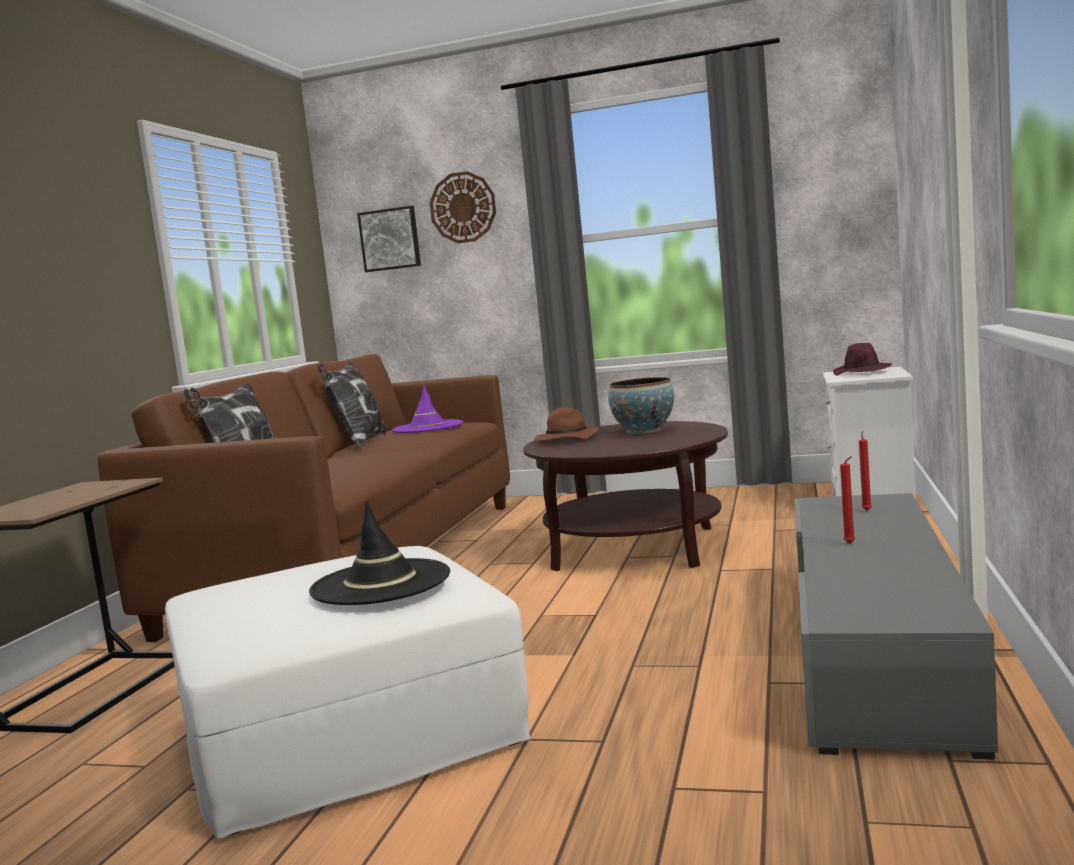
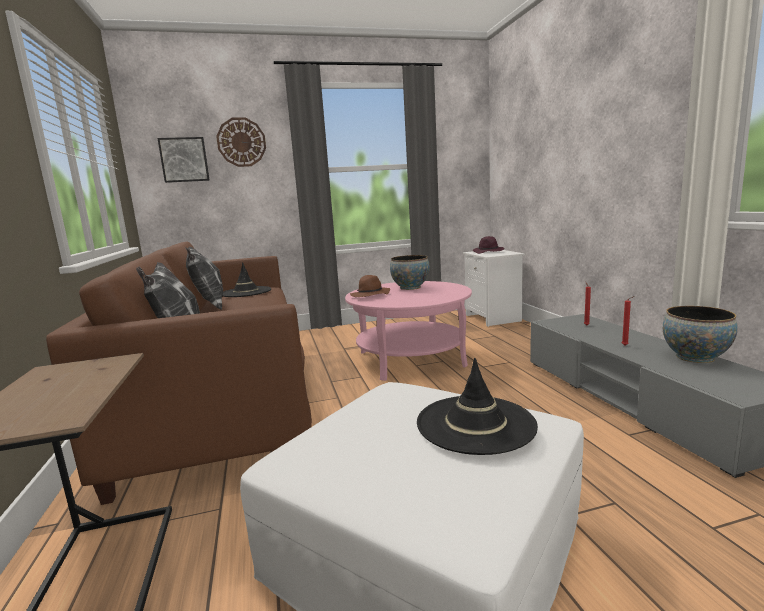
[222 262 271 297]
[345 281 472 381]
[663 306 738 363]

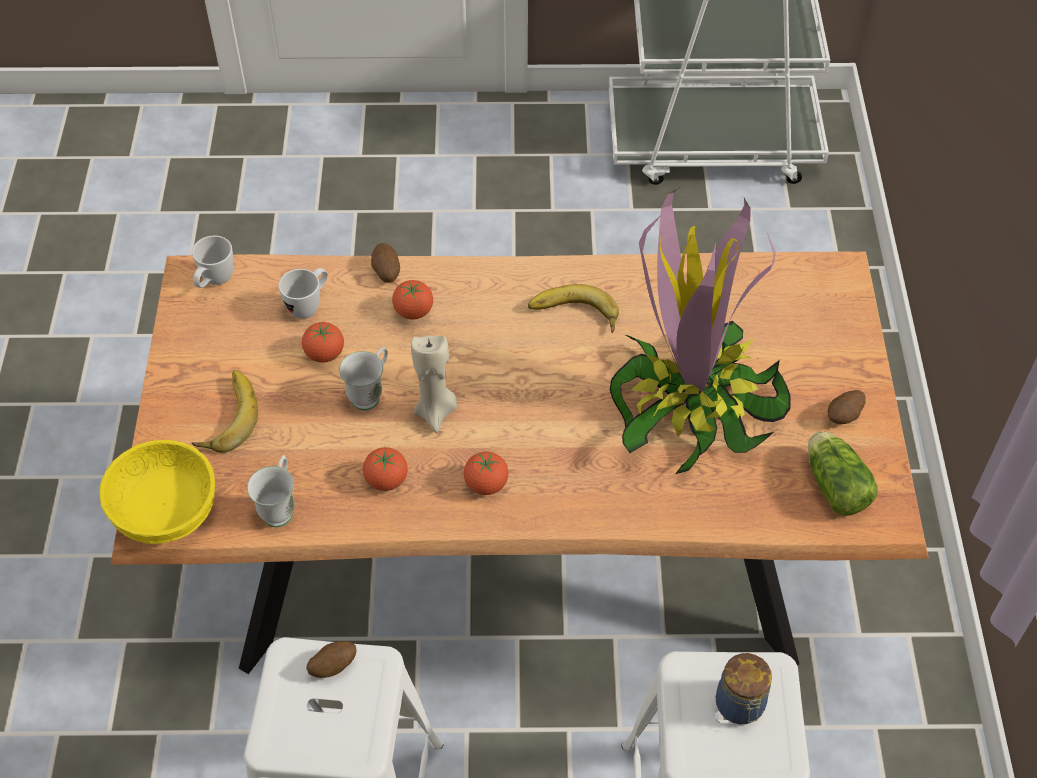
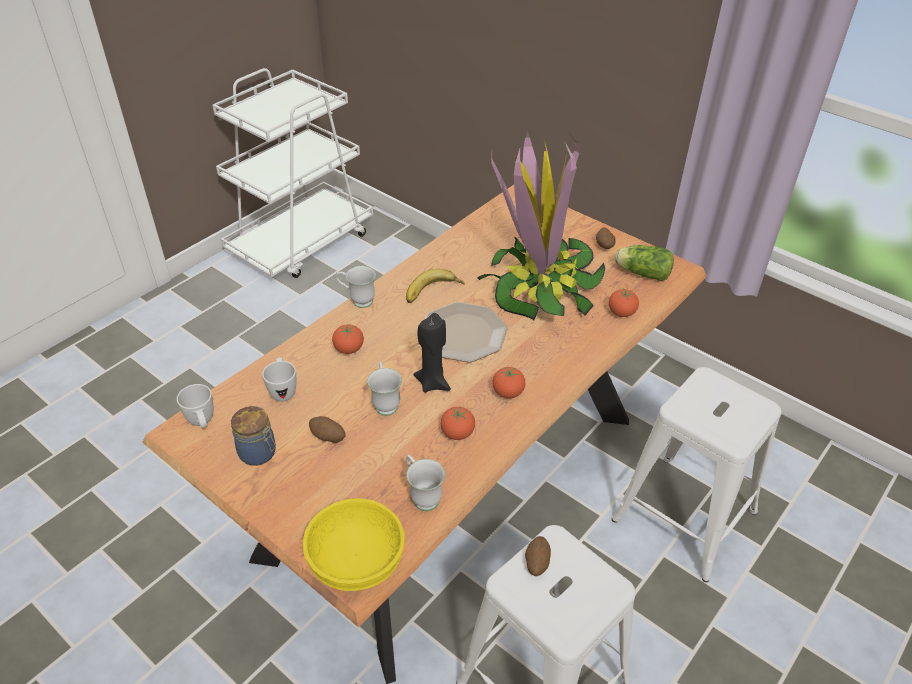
[309 416 346 443]
[609 289 639 317]
[413 313 451 393]
[191 370 258 453] (first image)
[231 406 276 466]
[336 266 376 308]
[425 302 508 362]

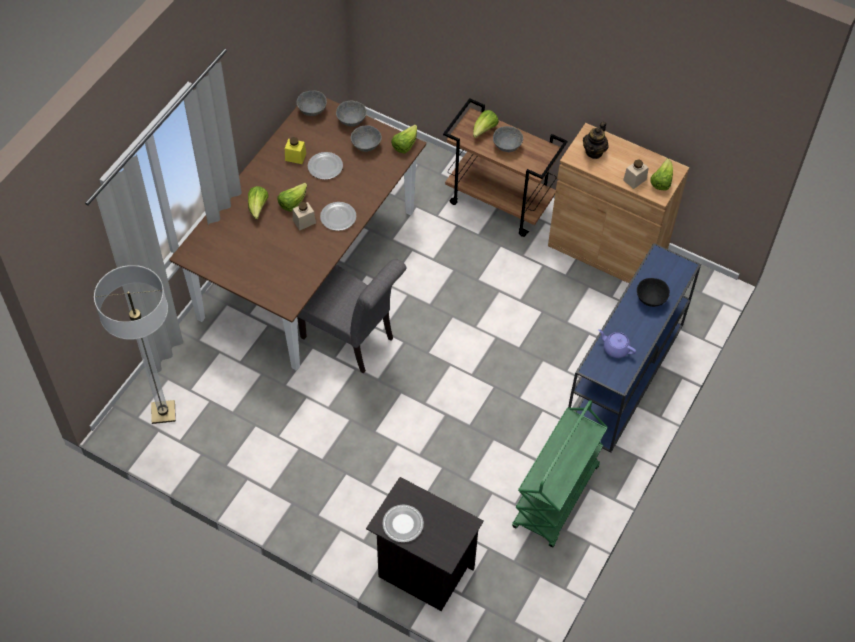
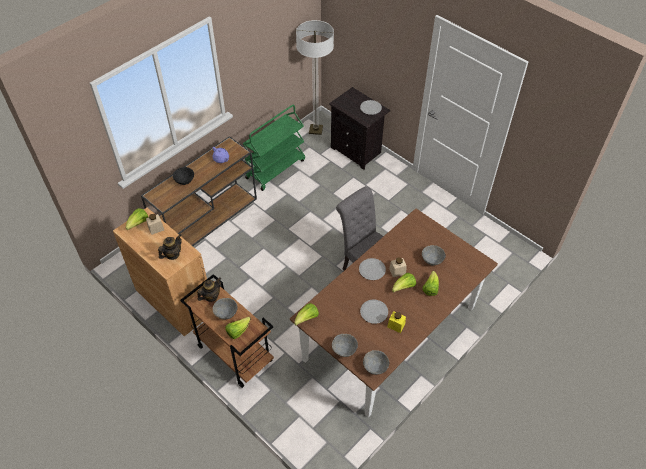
[422 245 445 266]
[141 136 257 246]
[296 20 334 135]
[197 277 221 302]

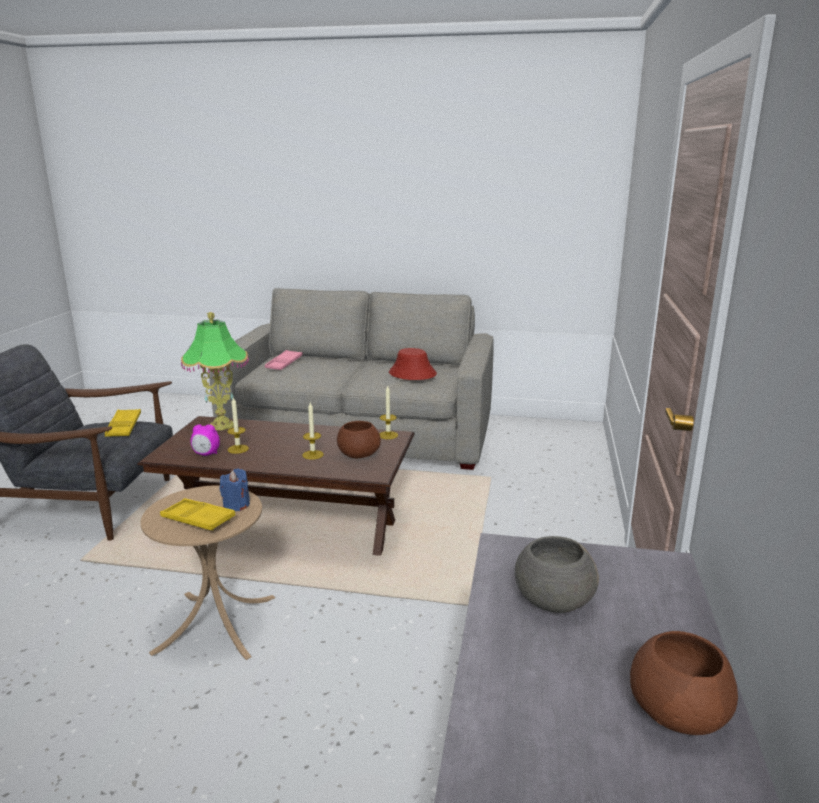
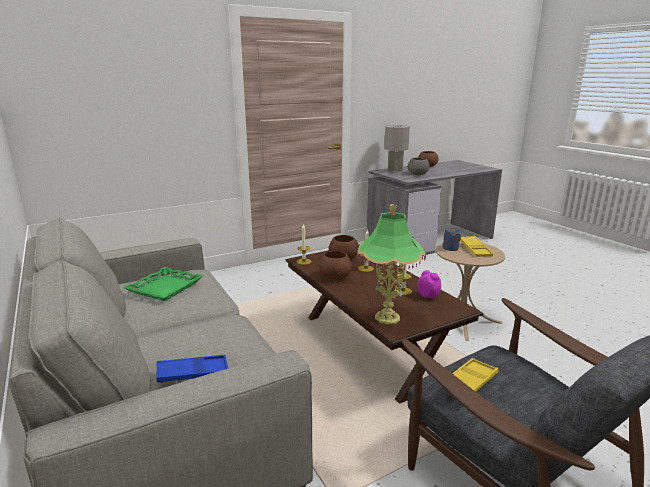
[123 267 203 301]
[157 355 229 383]
[384 125 410 173]
[319 251 352 280]

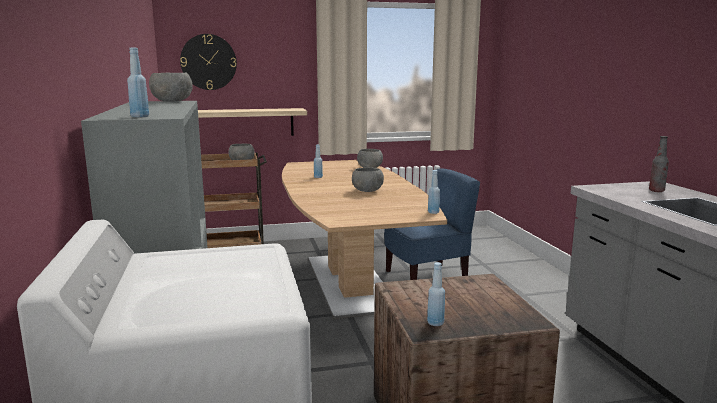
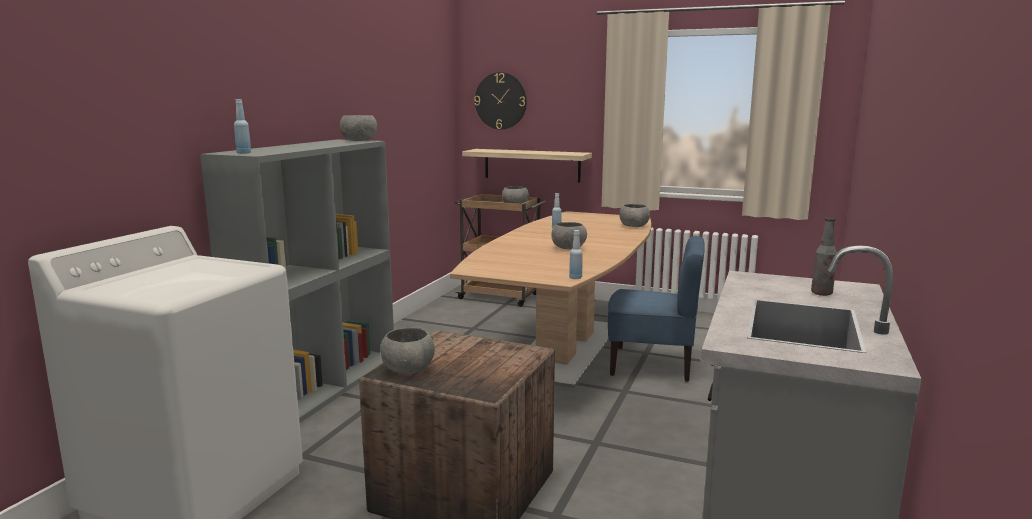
[380 327 435 373]

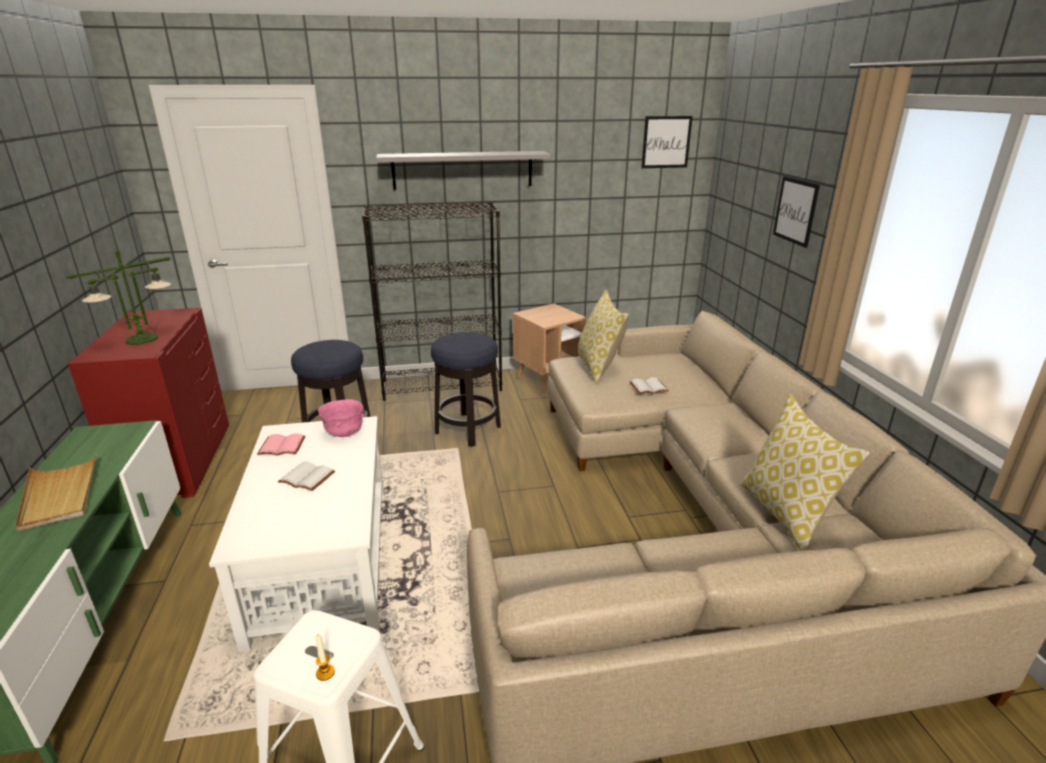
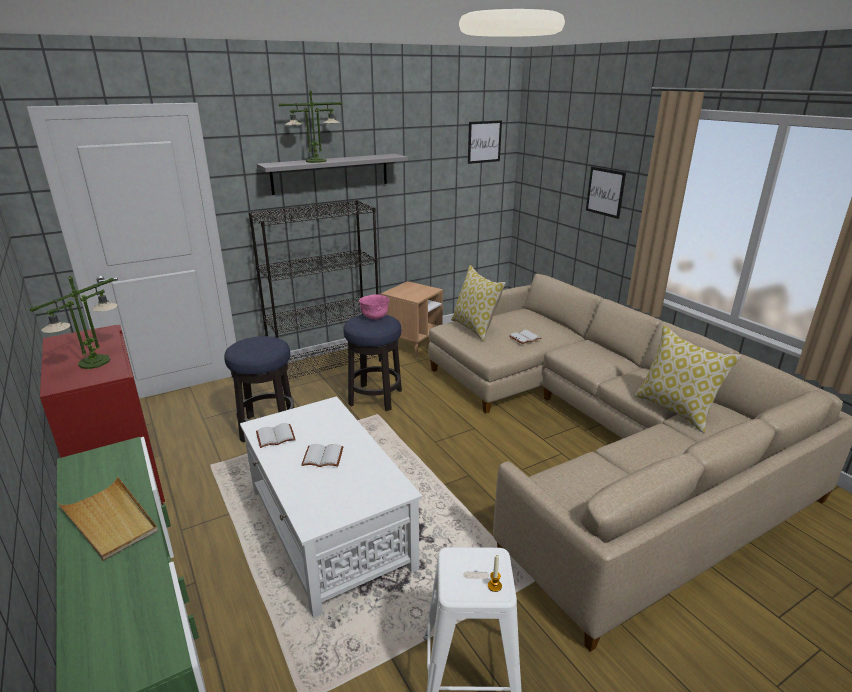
[359 294 389 319]
[256 423 296 448]
[279 90 343 163]

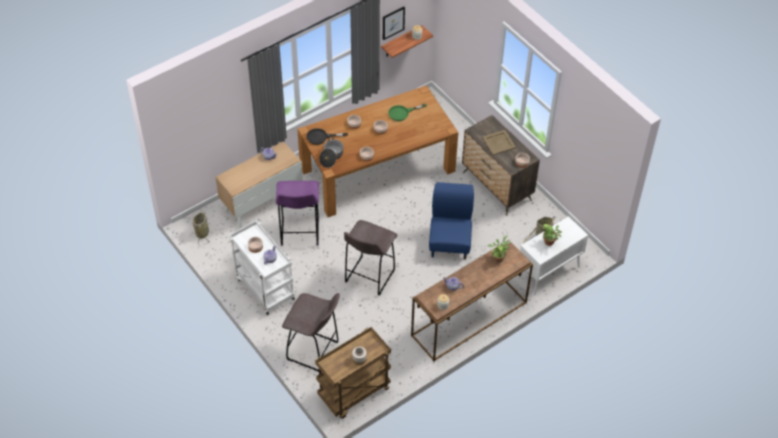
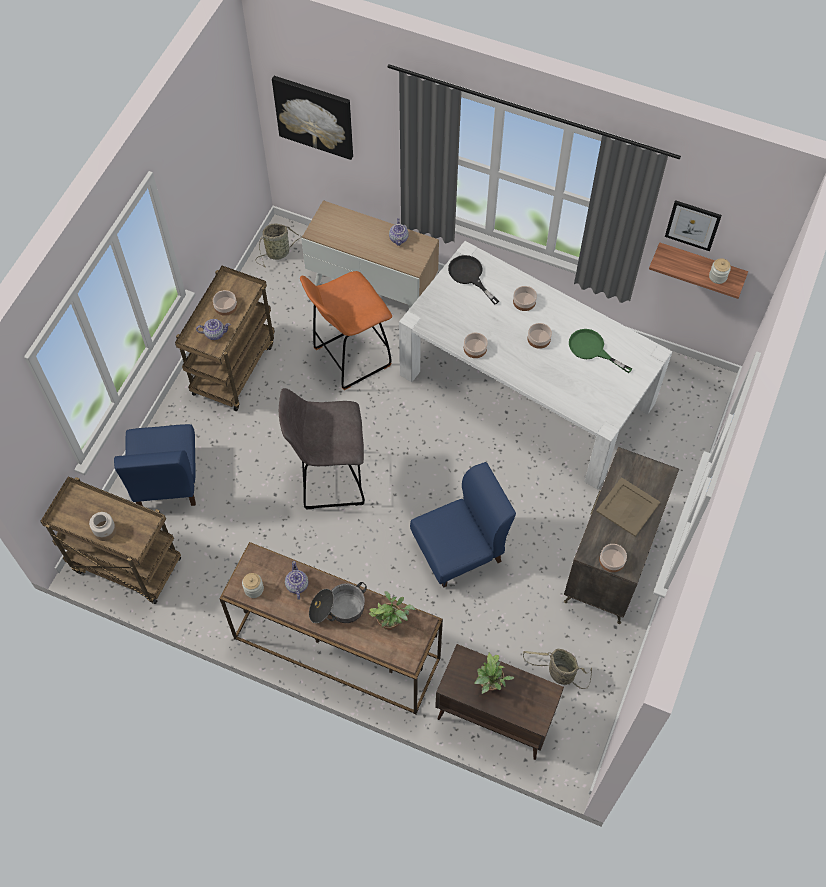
[399 241 673 489]
[309 582 367 623]
[300 271 392 390]
[435 644 564 760]
[175 266 275 411]
[114 424 196 506]
[272 76 353 160]

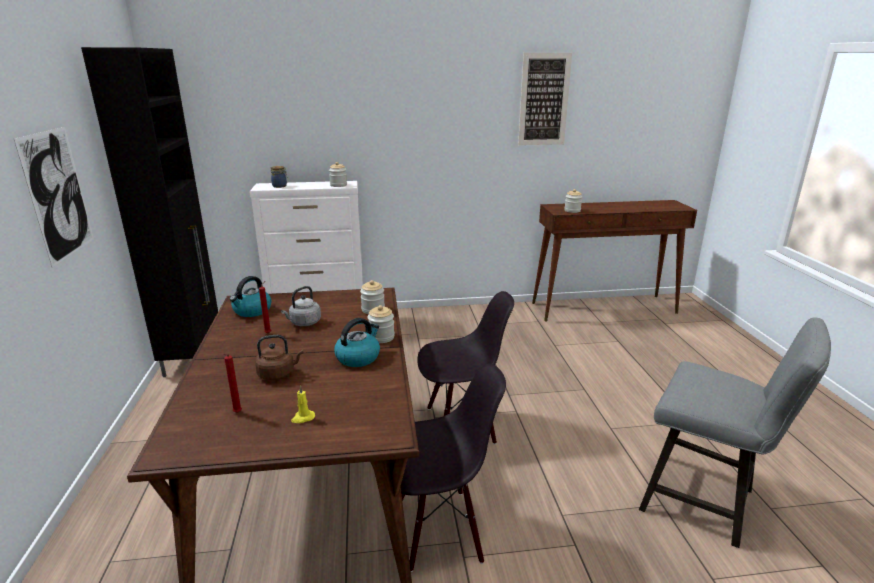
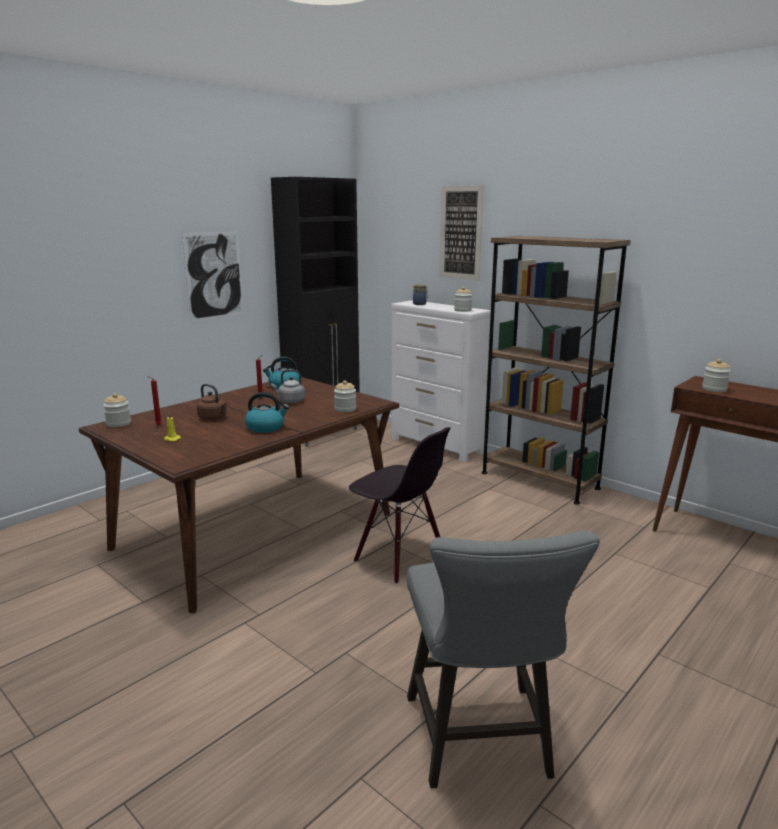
[439 185 484 281]
[103 393 131 427]
[401 364 506 572] (first image)
[482 236 631 505]

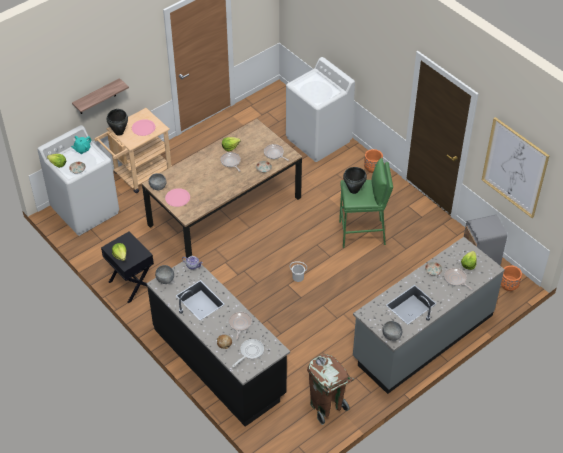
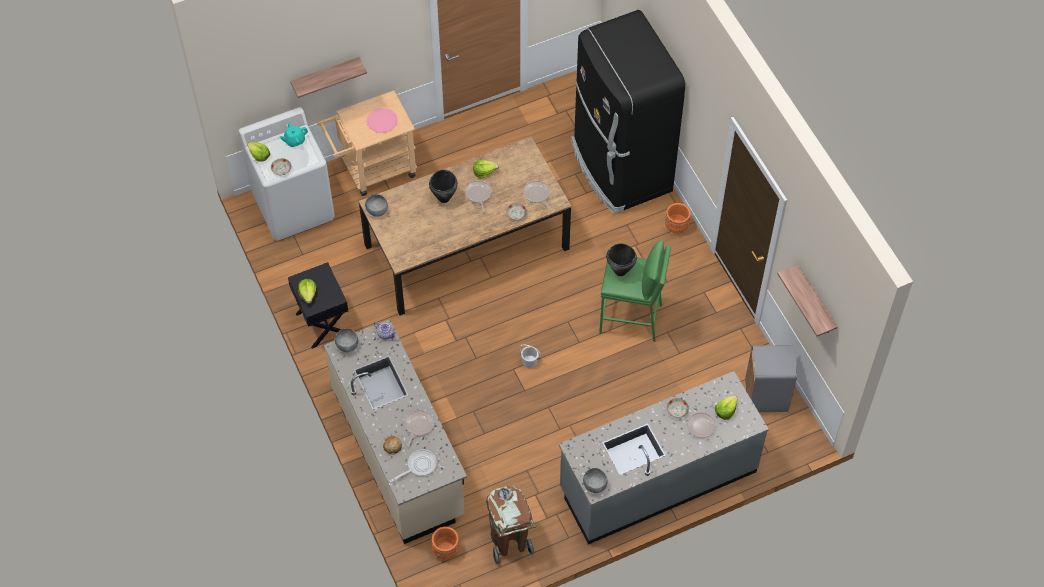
[571 10 685 214]
[429 170 458 203]
[777 264 838 336]
[165 188 190 207] (first image)
[324 319 467 544]
[432 527 459 560]

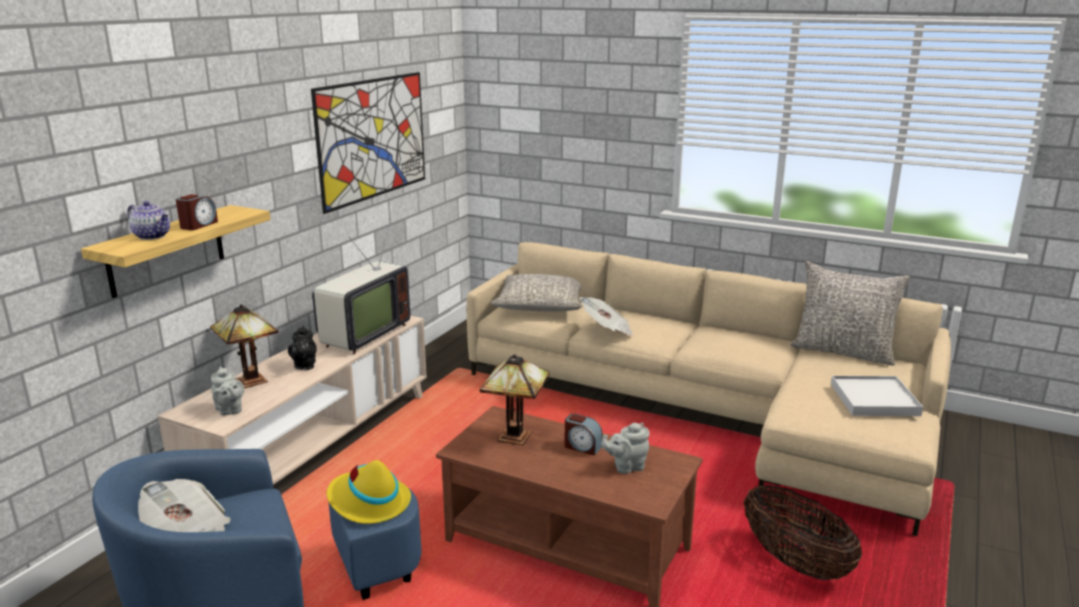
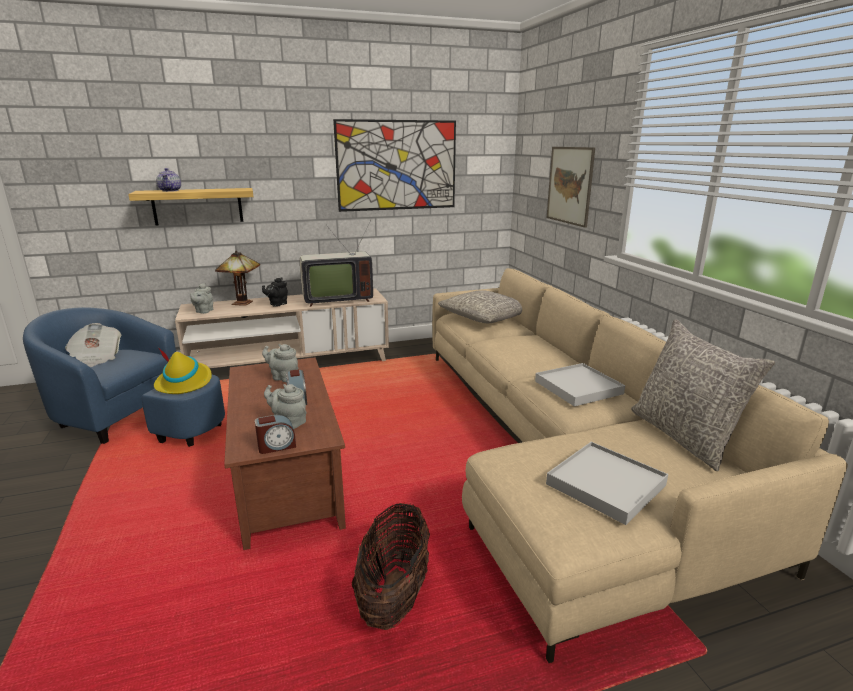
[255 414 296 454]
[579 297 633 335] (first image)
[262 344 298 382]
[547 147 595 228]
[535 363 625 407]

